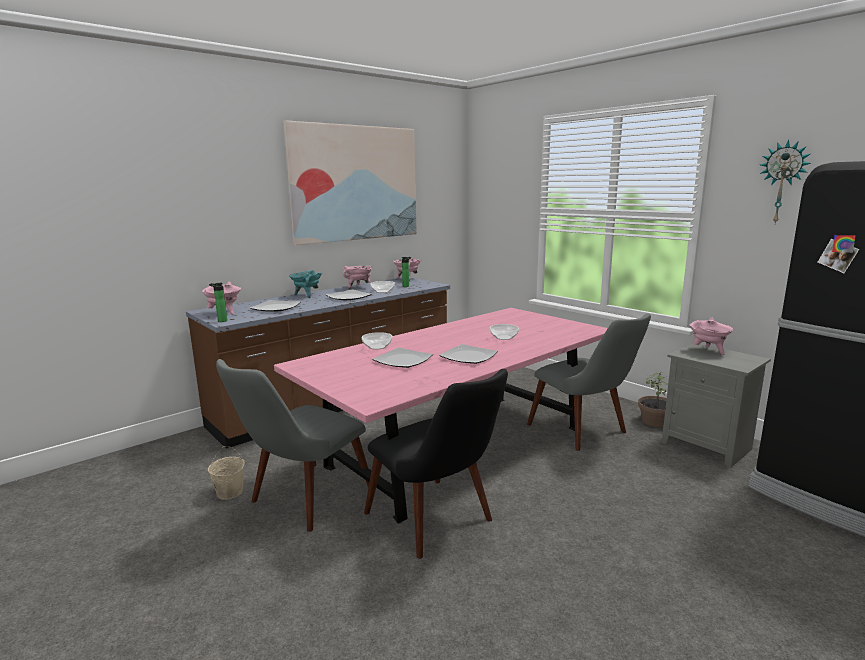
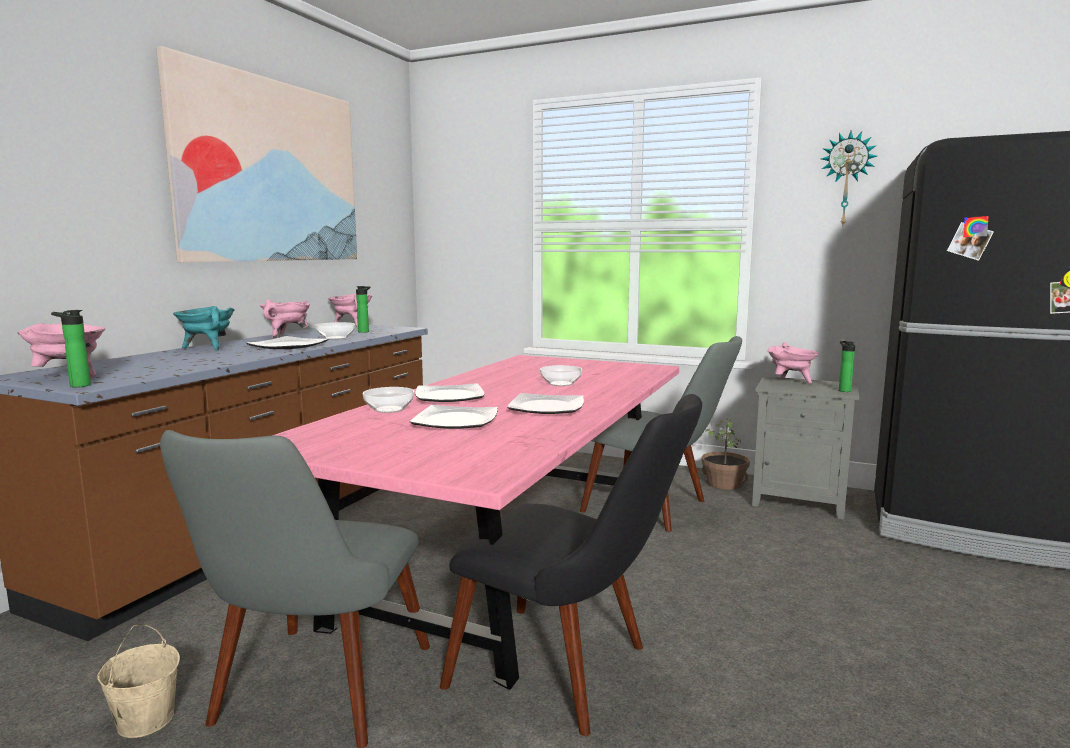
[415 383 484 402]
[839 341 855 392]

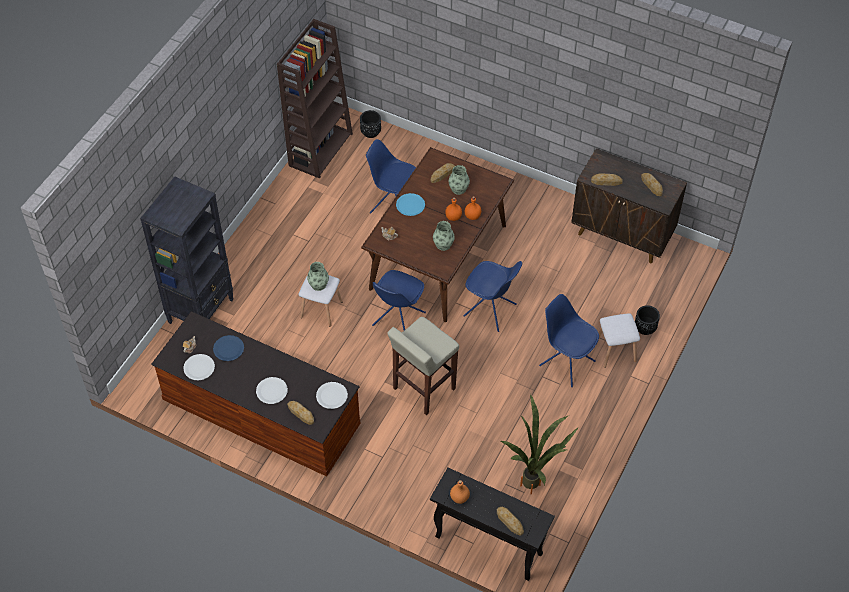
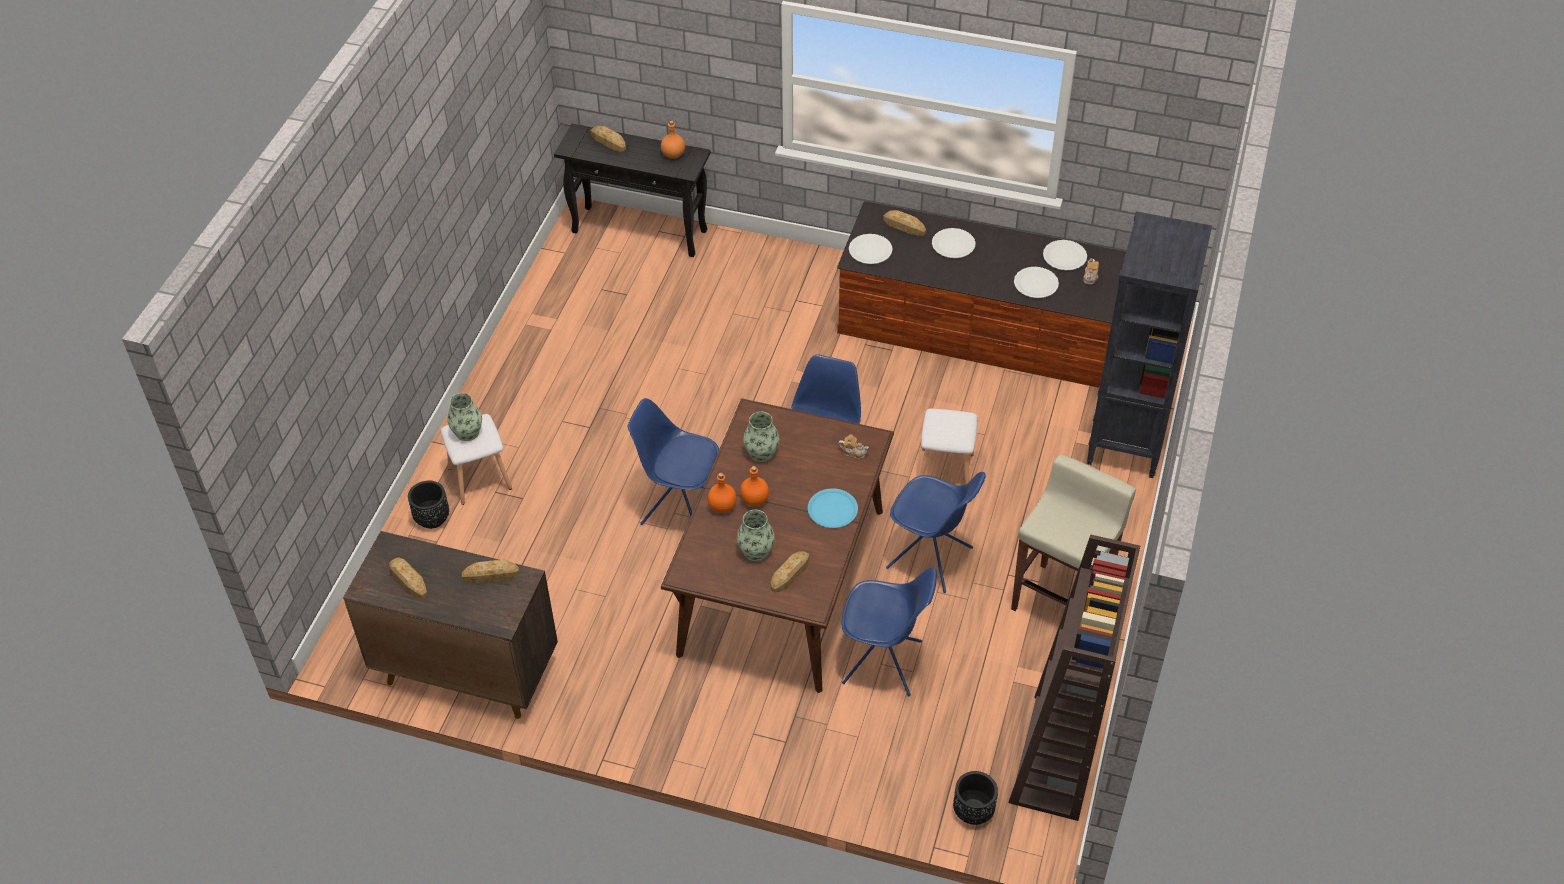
[447 393 482 441]
[886 472 986 593]
[1011 454 1136 611]
[1014 267 1059 298]
[501 394 579 495] (first image)

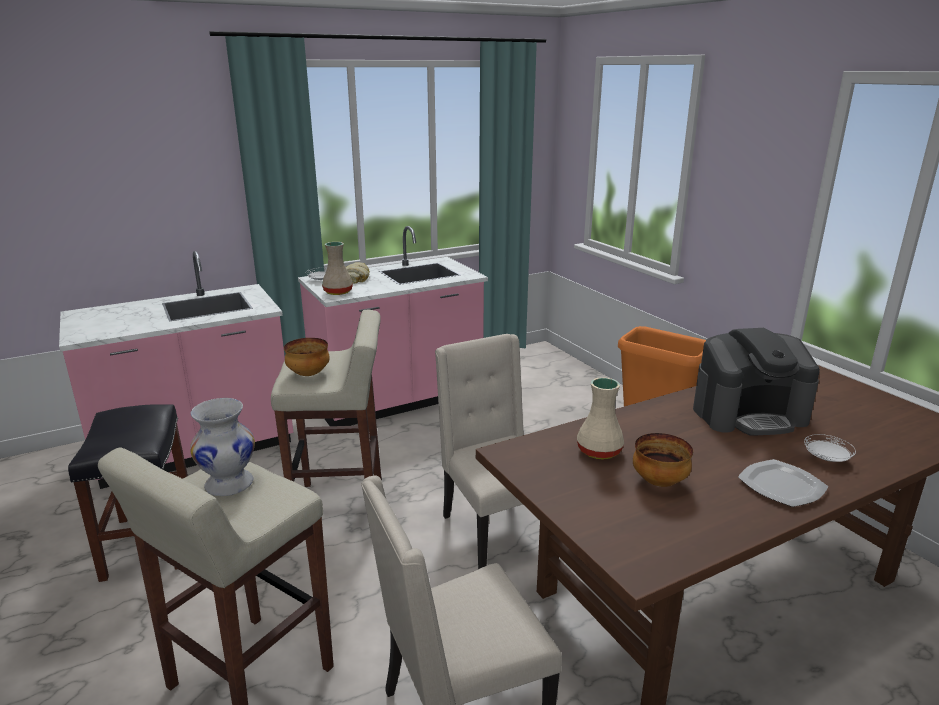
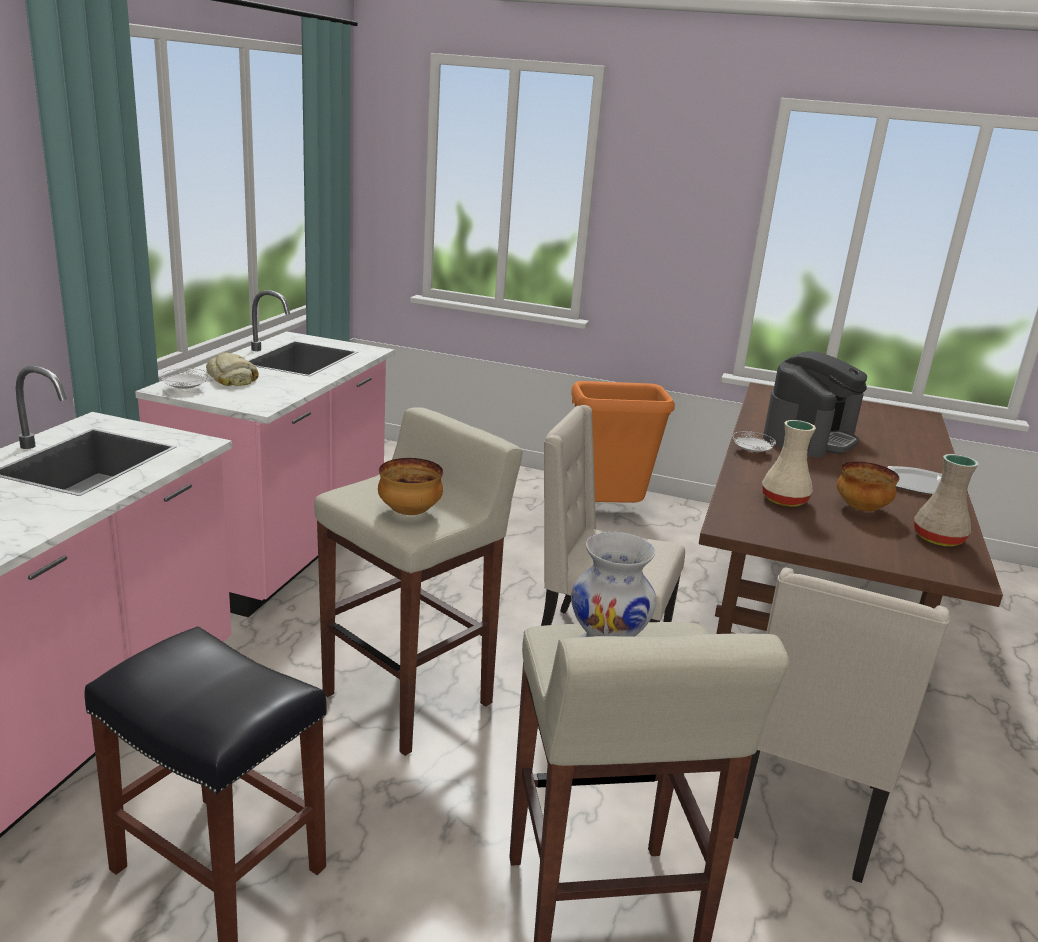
[914 454 979 546]
[733 431 776 452]

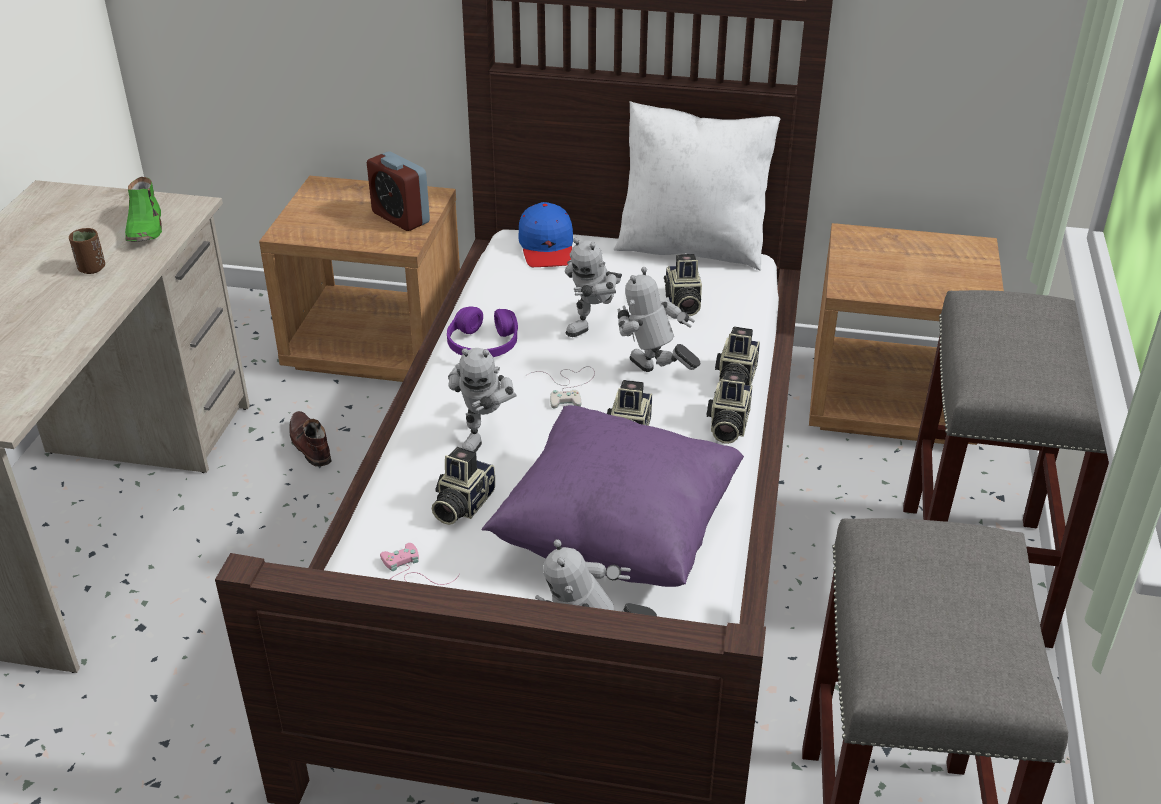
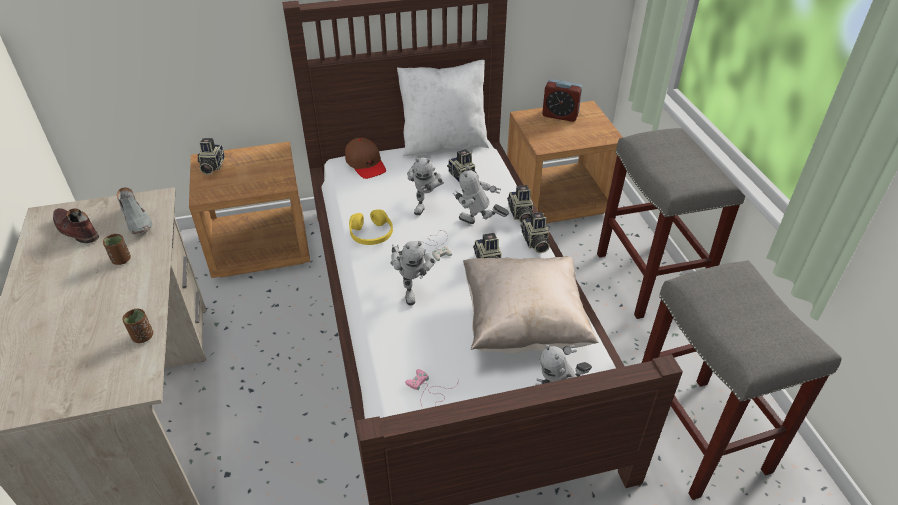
[542 79 583 122]
[117 188 152 235]
[345 138 386 179]
[349 209 393 245]
[463 256 599 353]
[53 208 99 244]
[198 138 225 175]
[122 309 153 343]

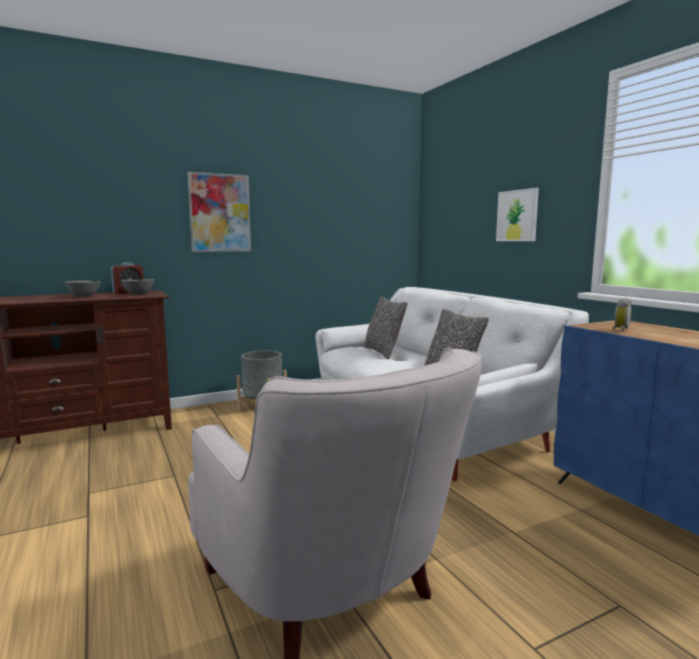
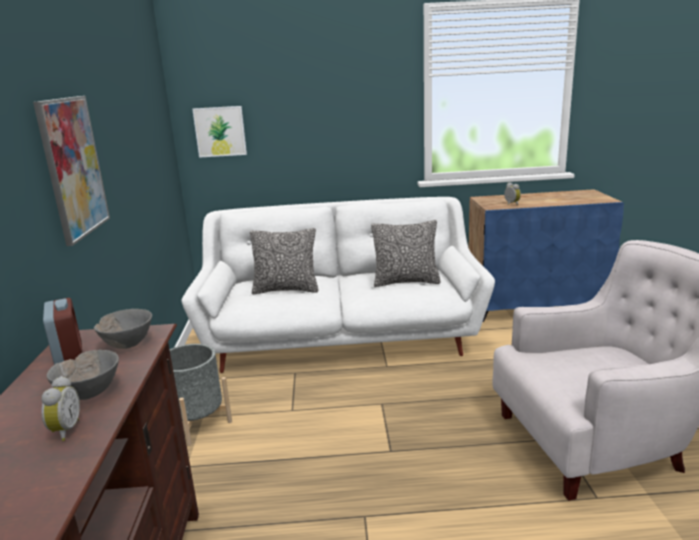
[192 106 247 158]
[41 376 80 441]

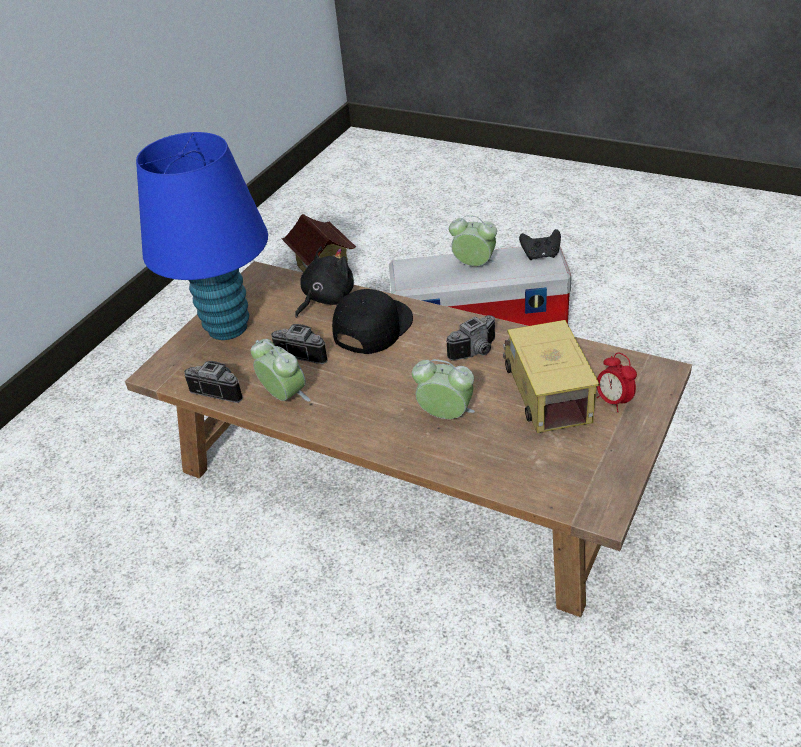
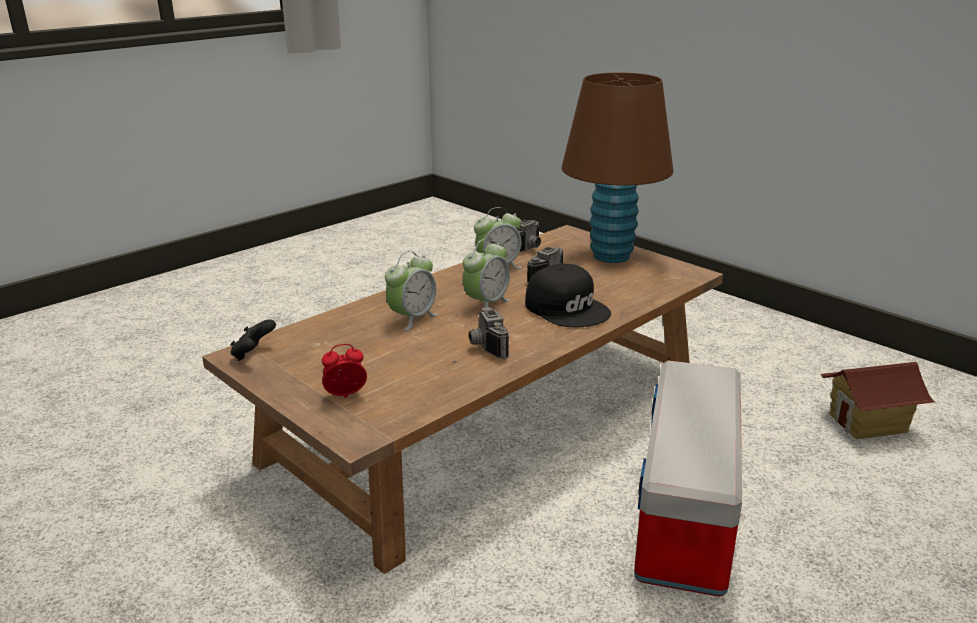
[562 72 673 263]
[463 238 511 307]
[230 319 276 361]
[295 246 354 318] (first image)
[503 320 600 433] (first image)

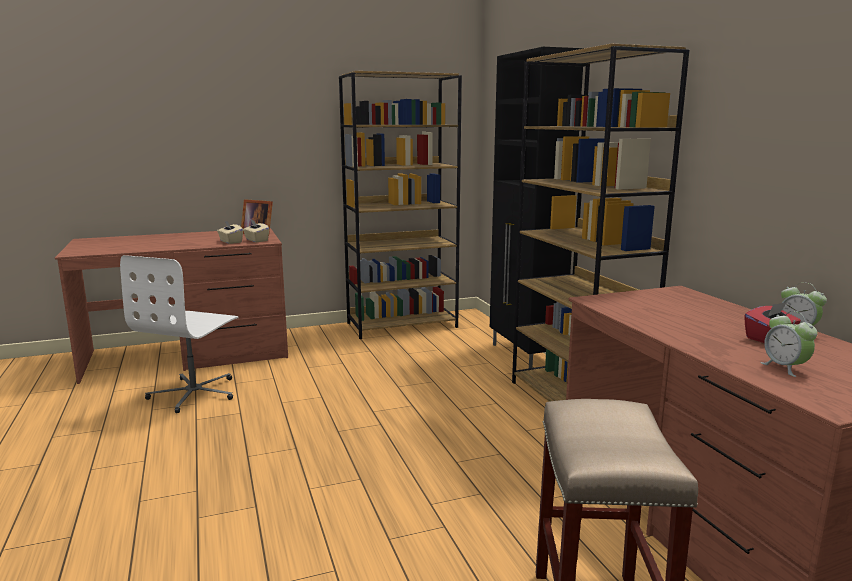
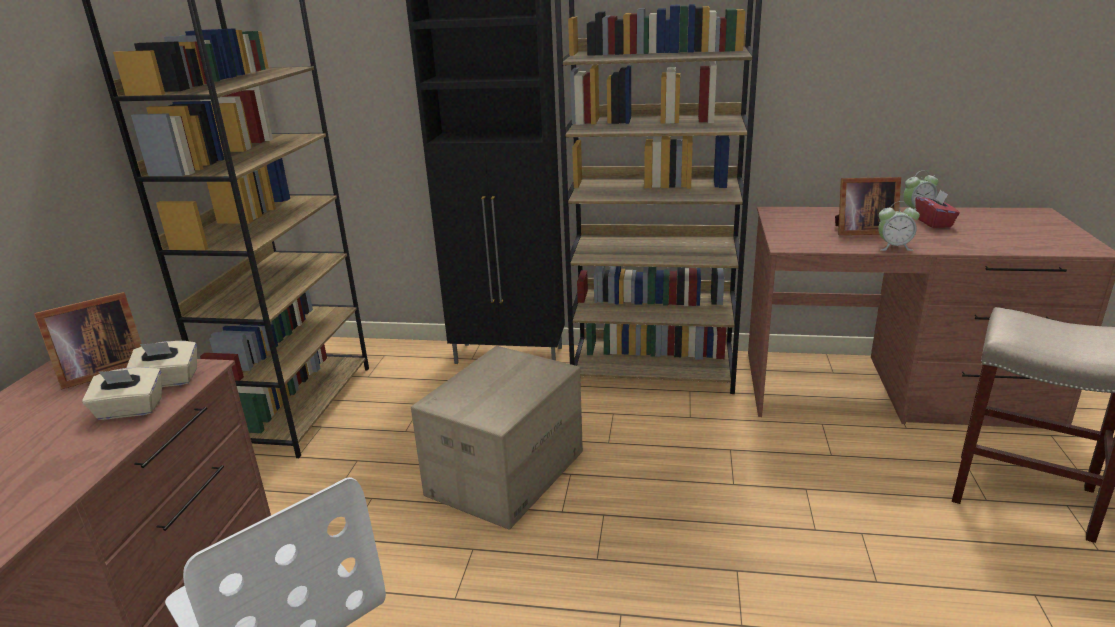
[878 202 920 251]
[835 177 901 235]
[411 346 583 530]

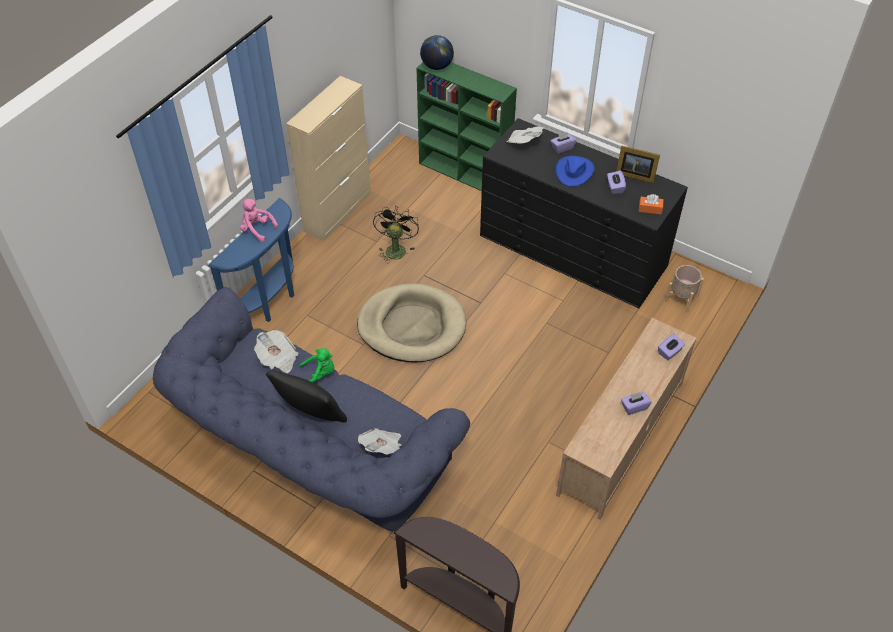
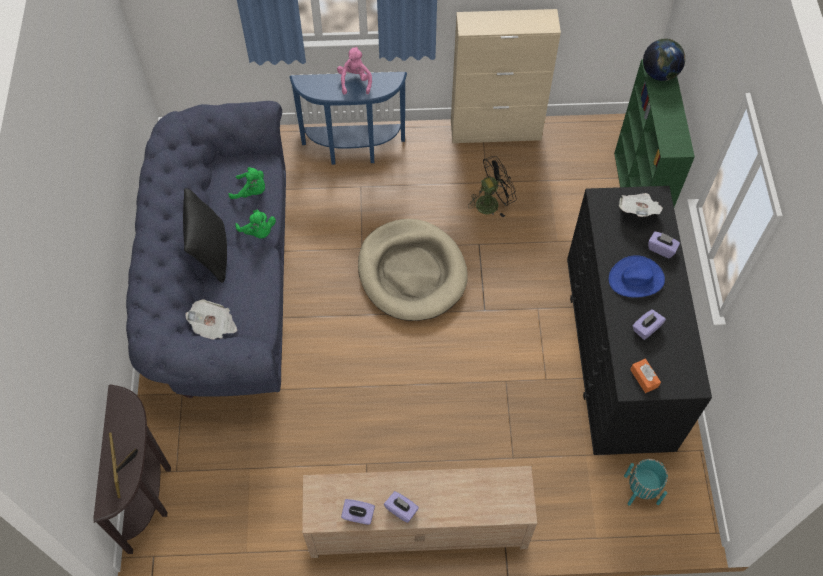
[109 433 138 498]
[624 459 668 506]
[228 167 265 199]
[341 499 375 525]

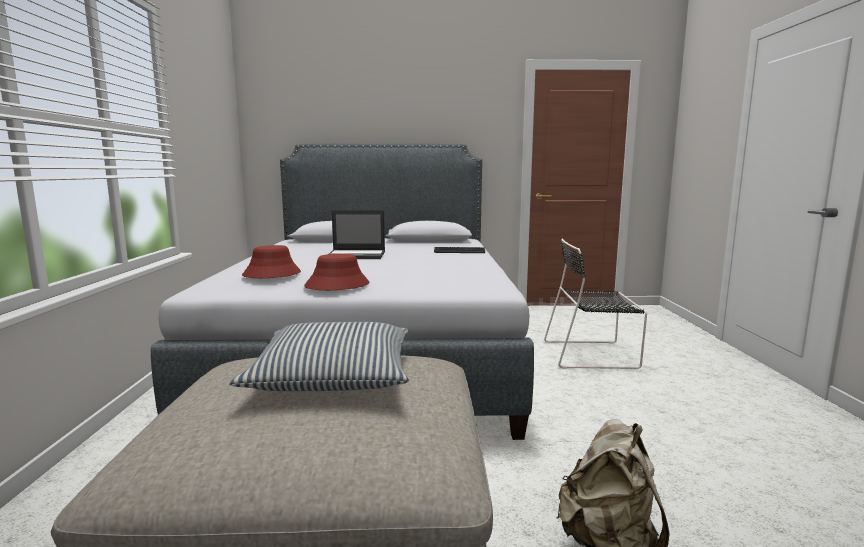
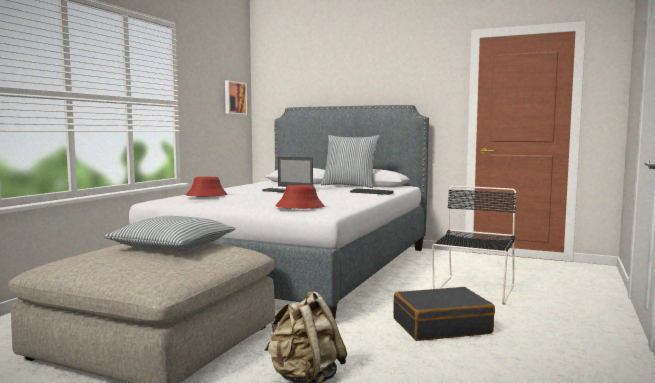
[432 186 517 304]
[275 185 324 209]
[225 80 247 115]
[320 135 380 188]
[393 287 495 341]

